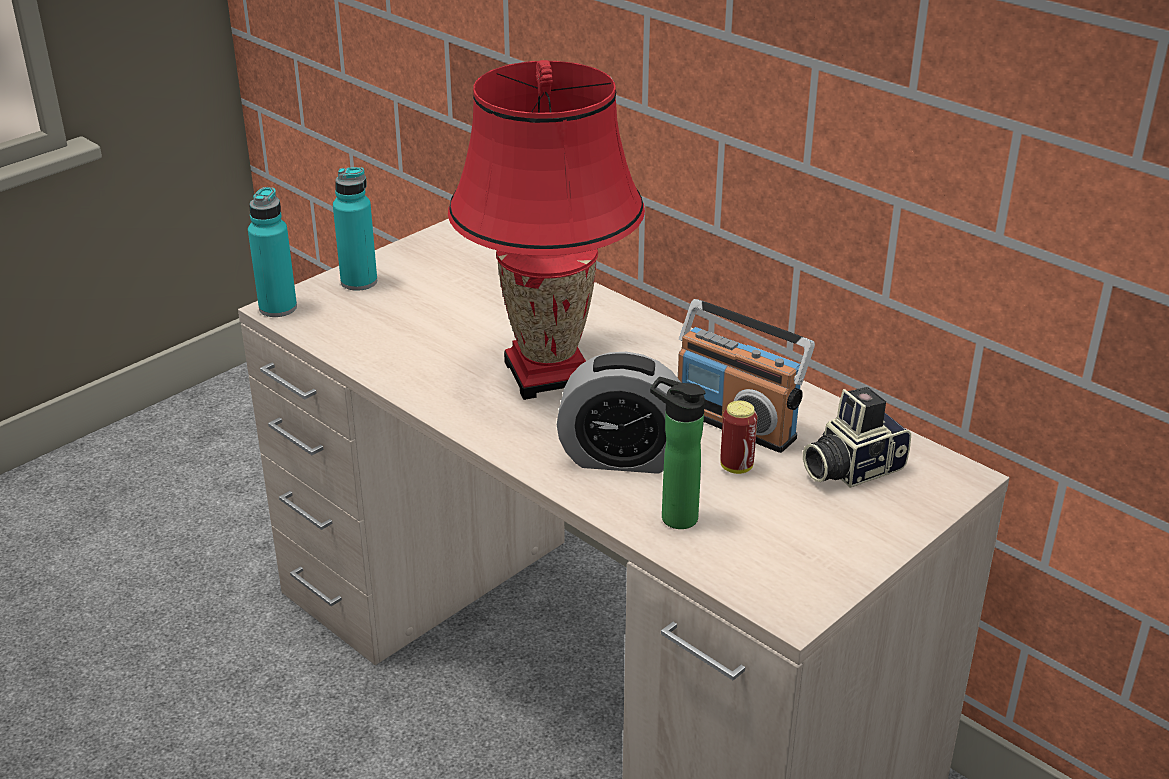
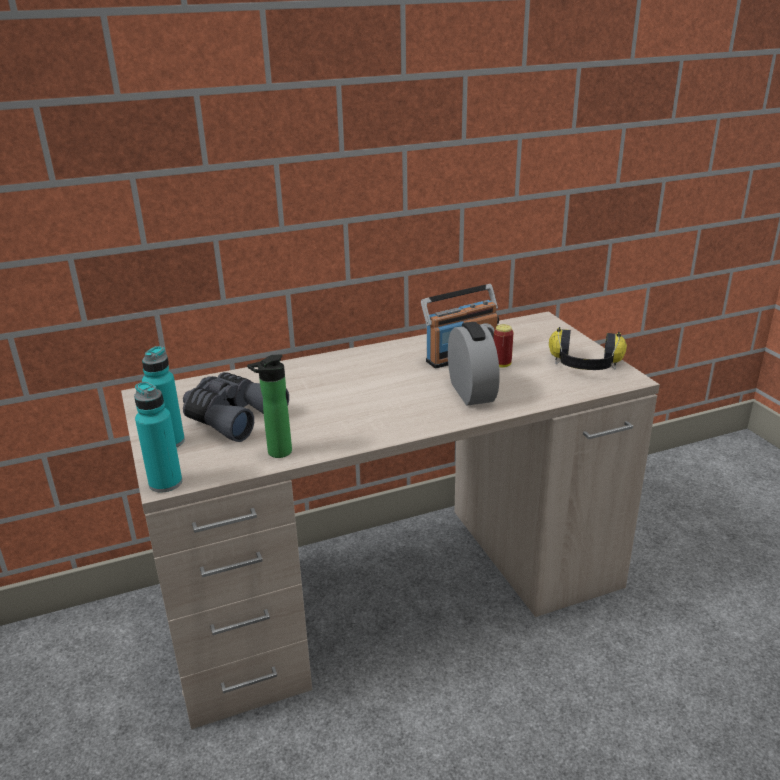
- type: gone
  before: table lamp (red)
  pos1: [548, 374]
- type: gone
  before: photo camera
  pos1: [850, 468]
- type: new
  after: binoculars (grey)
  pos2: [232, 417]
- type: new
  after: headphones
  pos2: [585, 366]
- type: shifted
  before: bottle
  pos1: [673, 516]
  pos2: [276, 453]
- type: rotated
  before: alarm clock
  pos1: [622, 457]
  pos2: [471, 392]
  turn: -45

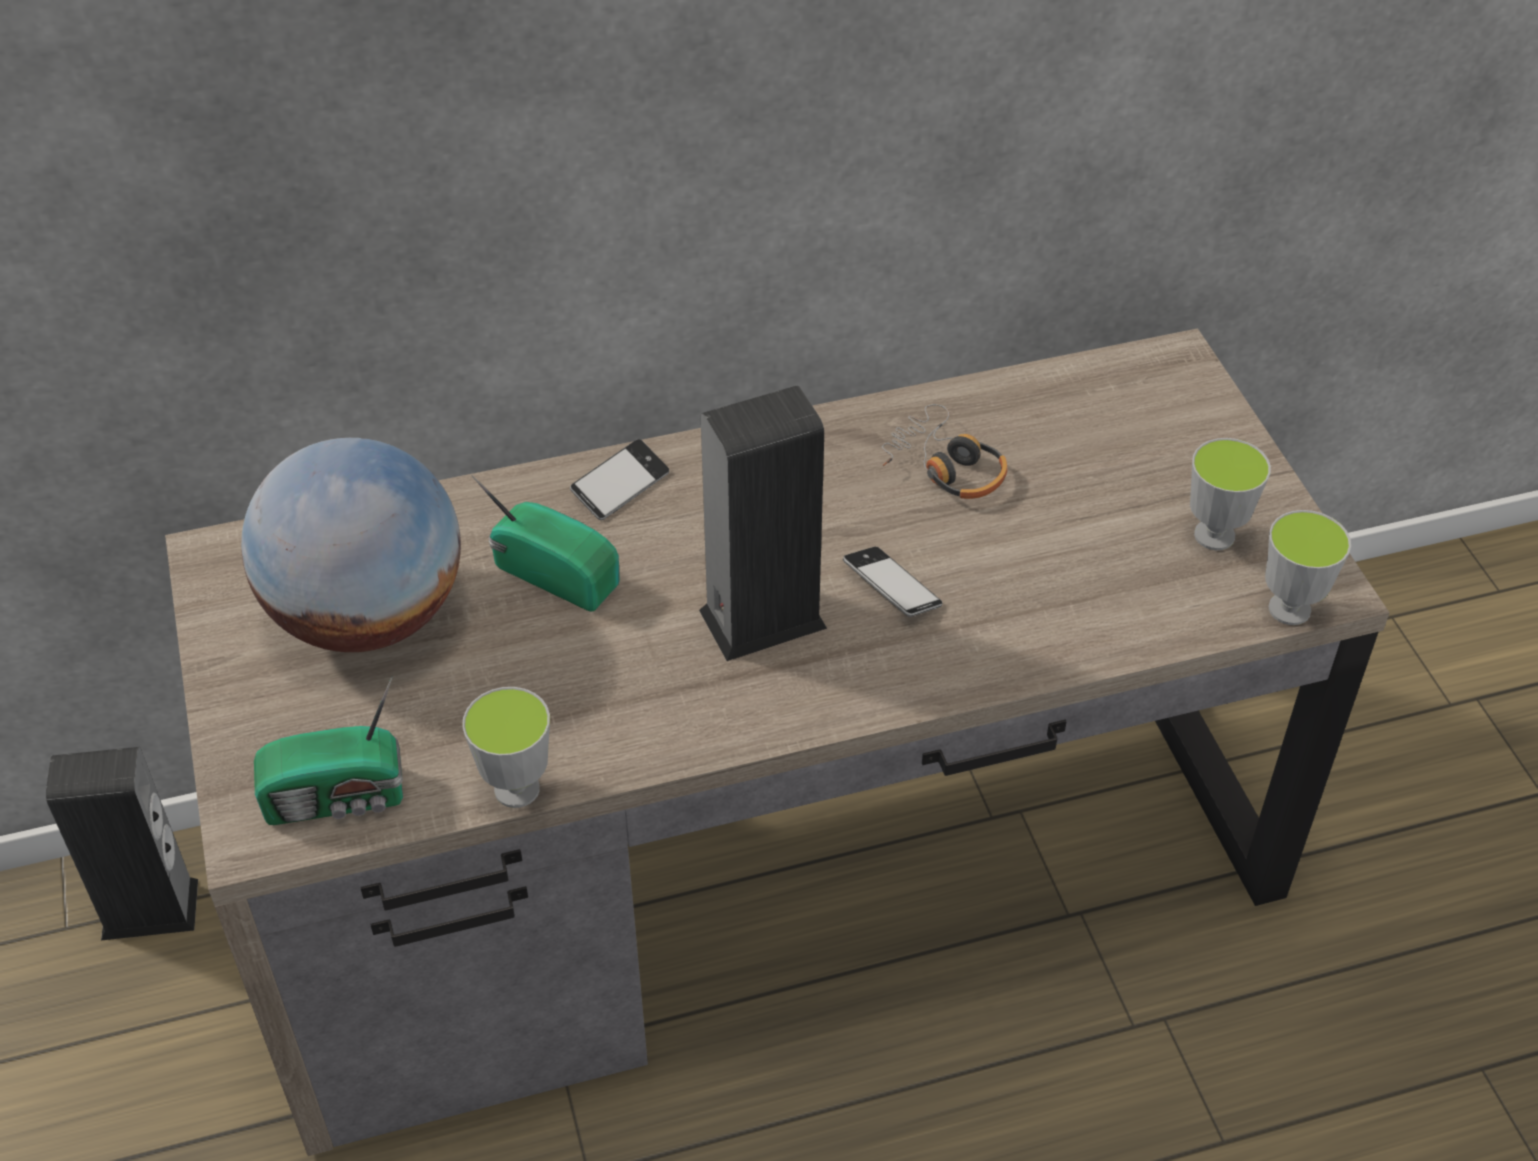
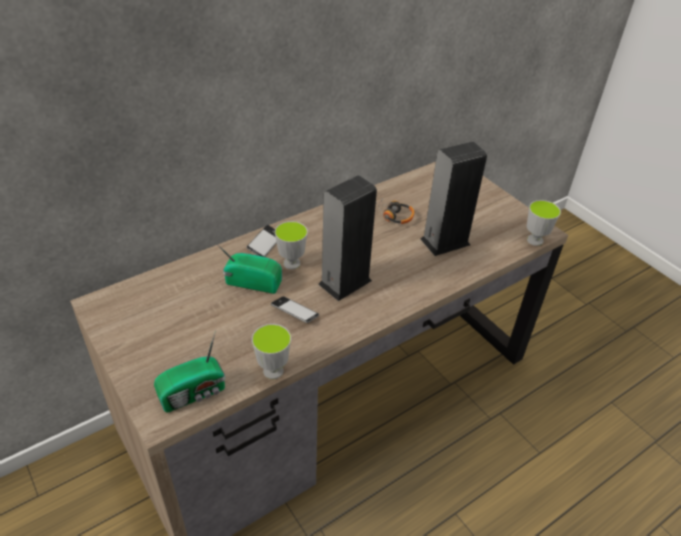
- type: gone
  before: globe
  pos1: [367, 616]
- type: shifted
  before: speaker
  pos1: [150, 909]
  pos2: [445, 242]
- type: shifted
  before: phone
  pos1: [891, 588]
  pos2: [294, 312]
- type: shifted
  before: cup
  pos1: [1214, 535]
  pos2: [291, 263]

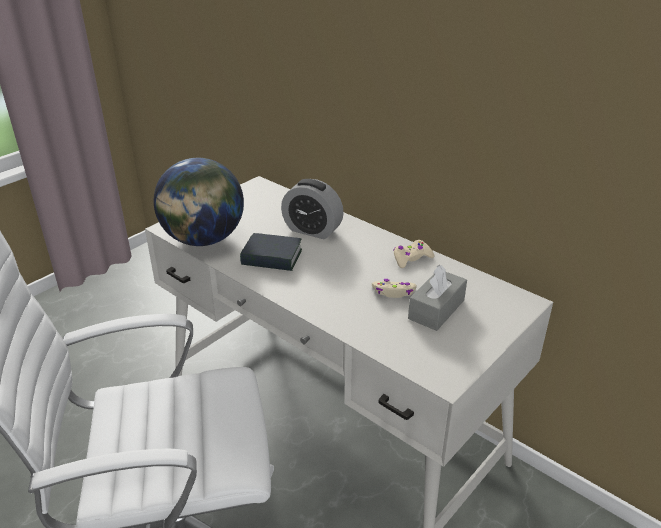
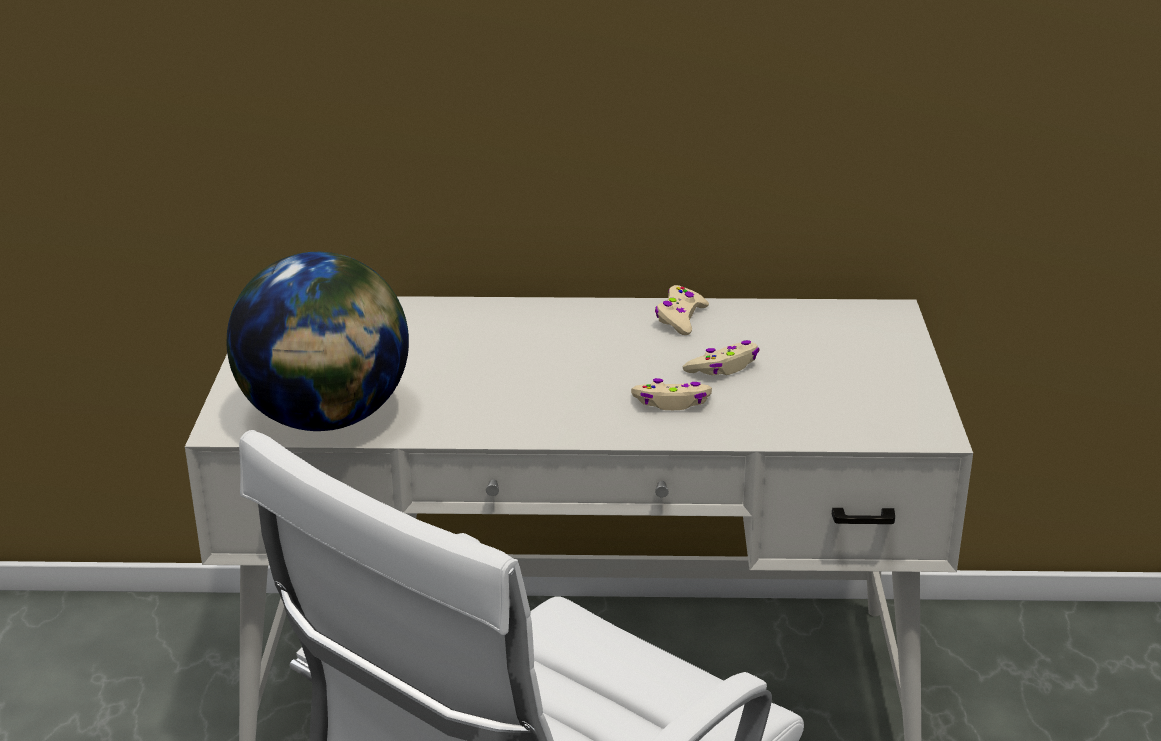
- type: gone
  before: book
  pos1: [272, 258]
- type: gone
  before: alarm clock
  pos1: [312, 230]
- type: gone
  before: tissue box (grey)
  pos1: [436, 309]
- type: new
  after: game controller (beige)
  pos2: [672, 403]

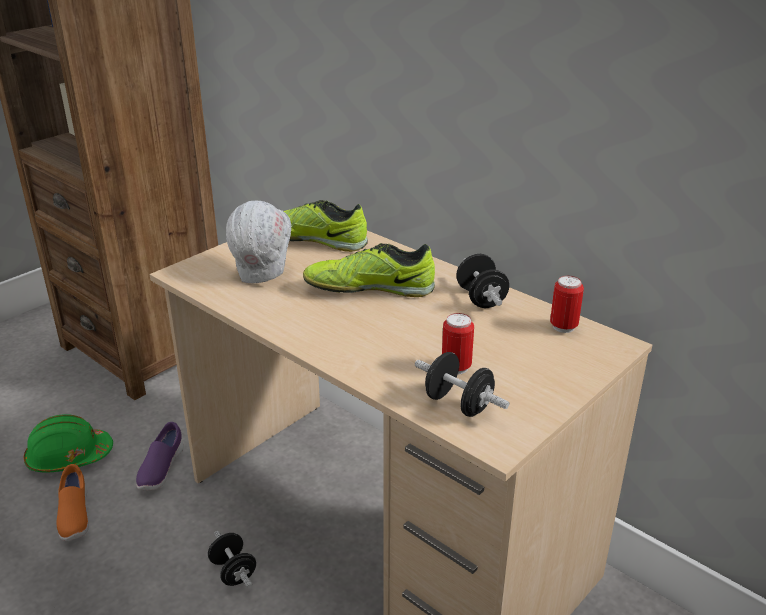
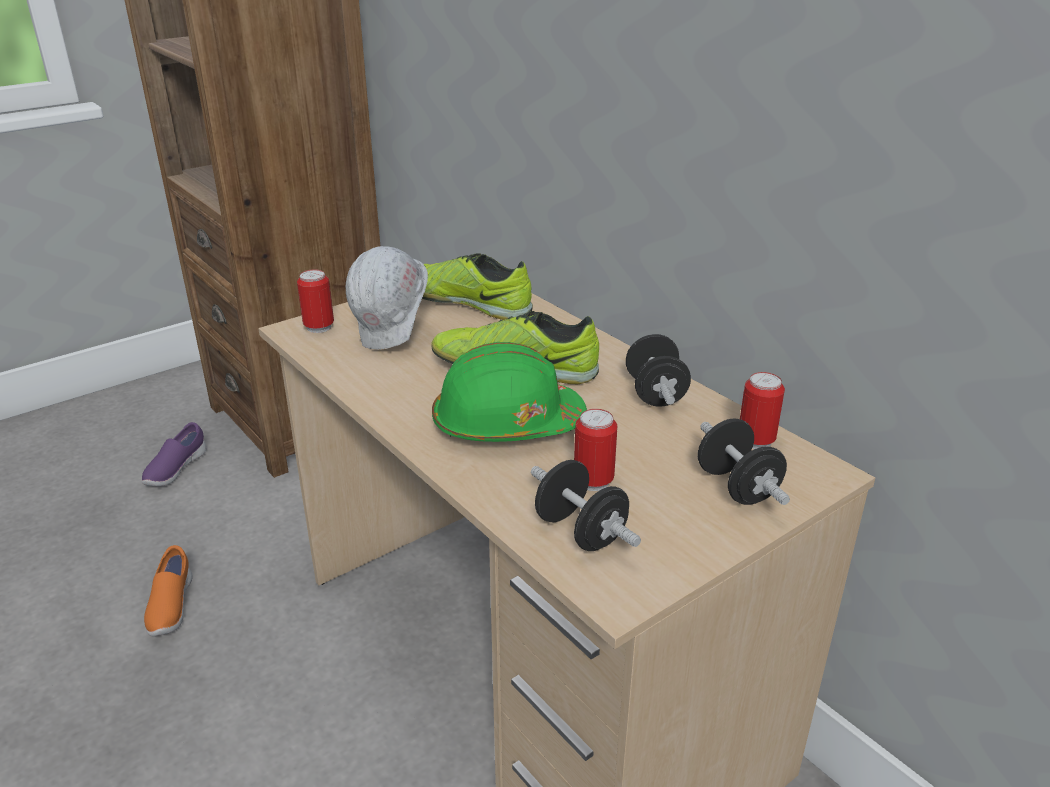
- type: new
  after: can
  pos2: [319, 327]
- type: shifted
  before: hard hat (green)
  pos1: [69, 457]
  pos2: [506, 424]
- type: shifted
  before: shoe (purple)
  pos1: [160, 470]
  pos2: [175, 470]
- type: shifted
  before: dumbbell (black)
  pos1: [233, 572]
  pos2: [737, 487]

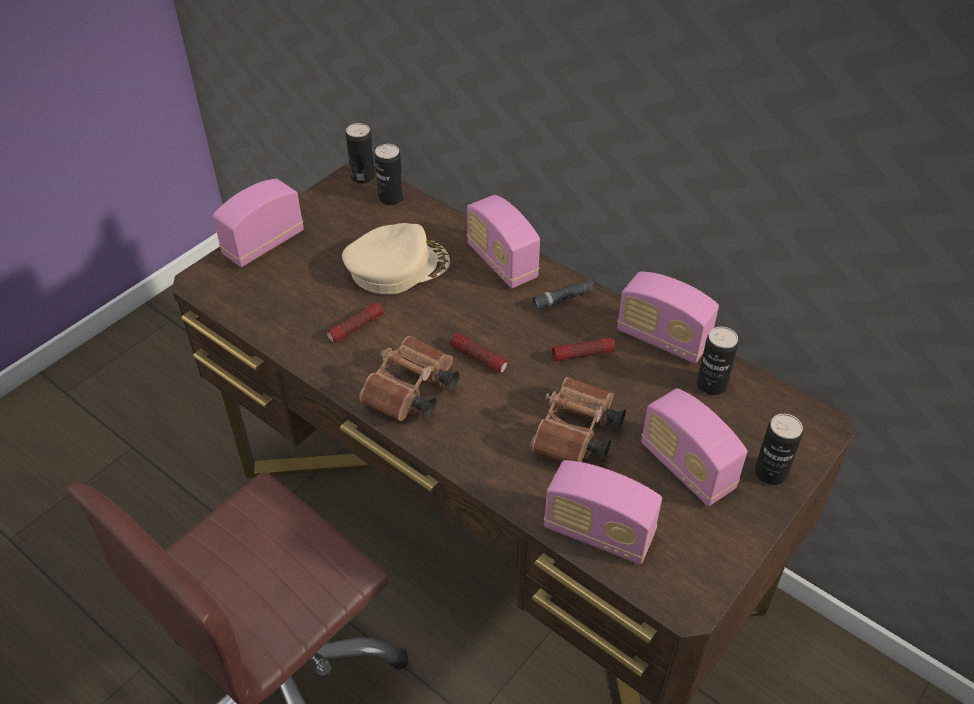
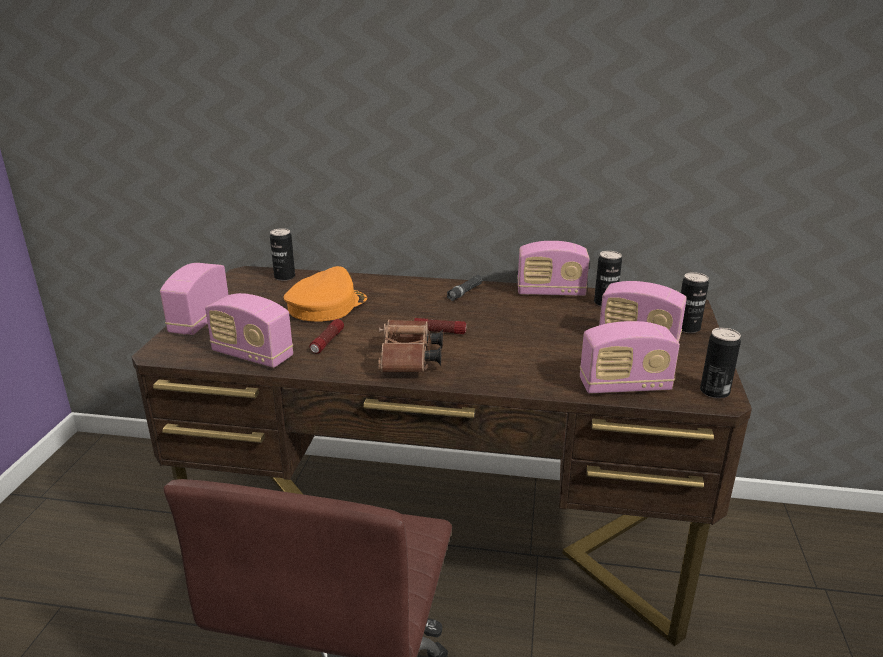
- type: gone
  before: binoculars (brown)
  pos1: [576, 436]
- type: gone
  before: flashlight
  pos1: [583, 354]
- type: shifted
  before: can
  pos1: [363, 177]
  pos2: [714, 392]
- type: shifted
  before: radio
  pos1: [502, 262]
  pos2: [252, 355]
- type: repainted
  before: cap (beige)
  after: cap (orange)
  pos1: [397, 266]
  pos2: [326, 306]

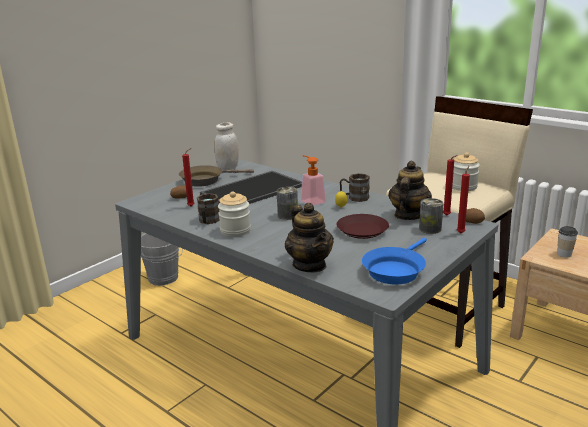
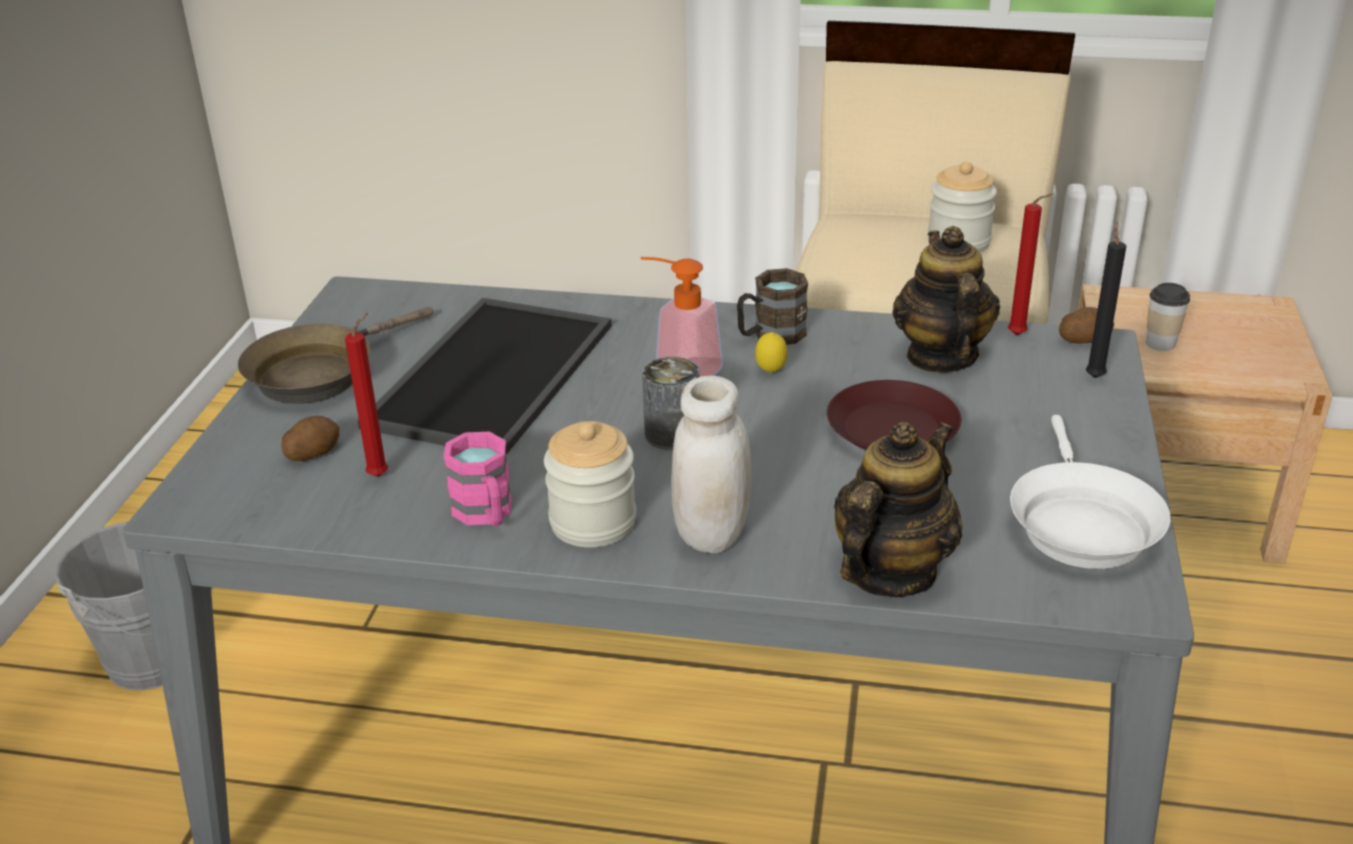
- type: gone
  before: can
  pos1: [430, 229]
- type: shifted
  before: jar (white)
  pos1: [228, 168]
  pos2: [711, 534]
- type: repainted
  before: mug (brown)
  after: mug (pink)
  pos1: [208, 221]
  pos2: [486, 514]
- type: repainted
  before: frying pan (blue)
  after: frying pan (white)
  pos1: [395, 270]
  pos2: [1080, 523]
- type: repainted
  before: candle (red)
  after: candle (black)
  pos1: [461, 233]
  pos2: [1094, 376]
- type: rotated
  before: teapot
  pos1: [310, 265]
  pos2: [890, 572]
  turn: -90

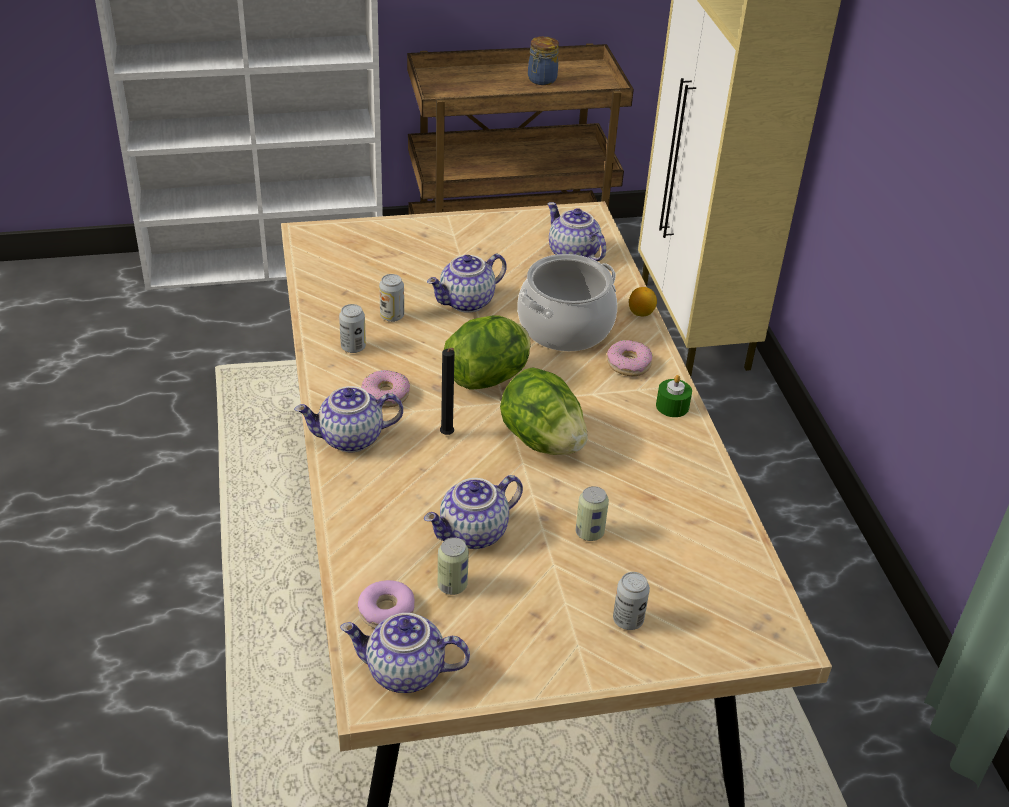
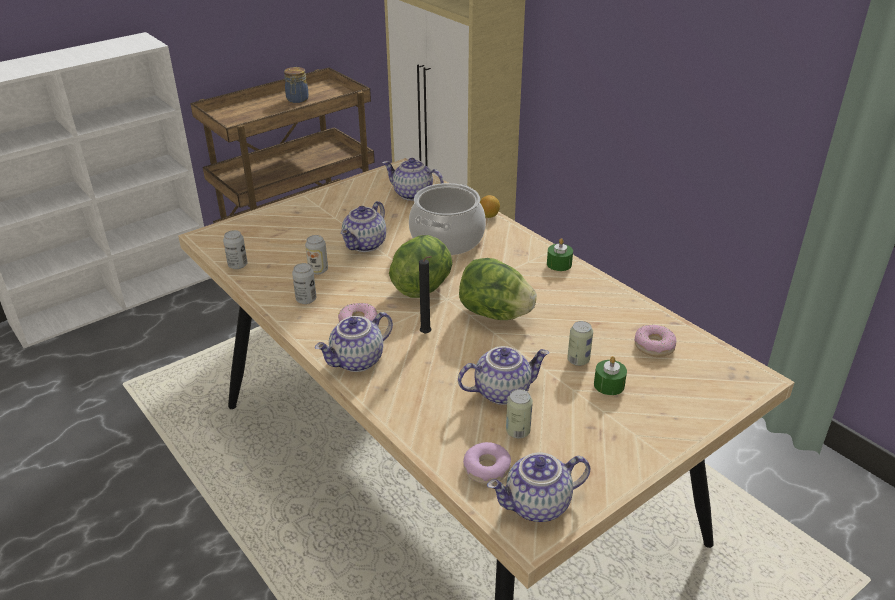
- type: new
  after: candle (green)
  pos2: [609, 385]
- type: shifted
  before: donut
  pos1: [629, 364]
  pos2: [654, 346]
- type: shifted
  before: can
  pos1: [628, 620]
  pos2: [238, 265]
- type: rotated
  before: teapot
  pos1: [473, 534]
  pos2: [502, 391]
  turn: -135

